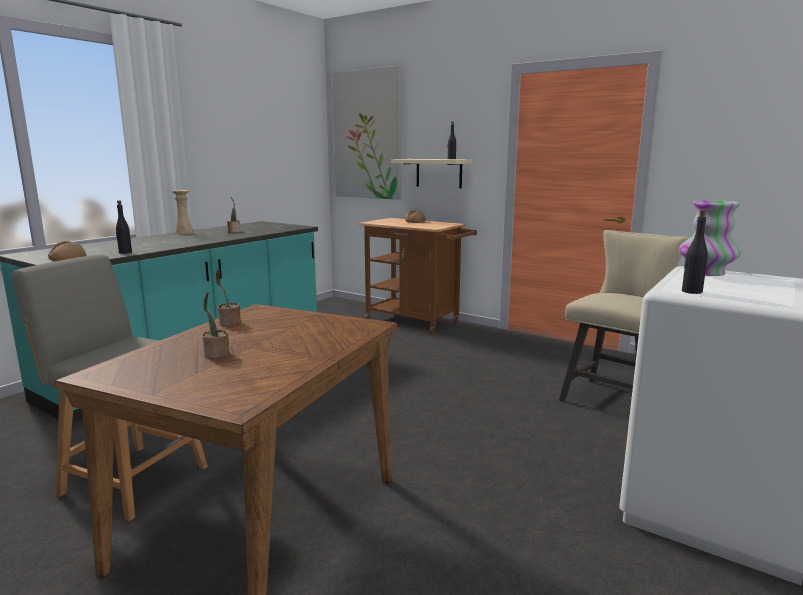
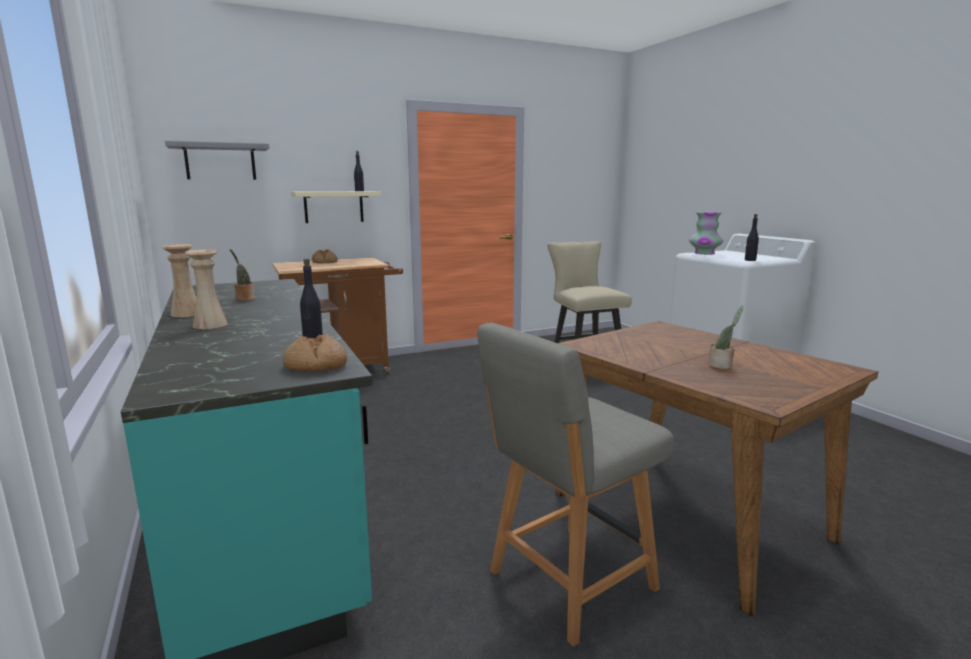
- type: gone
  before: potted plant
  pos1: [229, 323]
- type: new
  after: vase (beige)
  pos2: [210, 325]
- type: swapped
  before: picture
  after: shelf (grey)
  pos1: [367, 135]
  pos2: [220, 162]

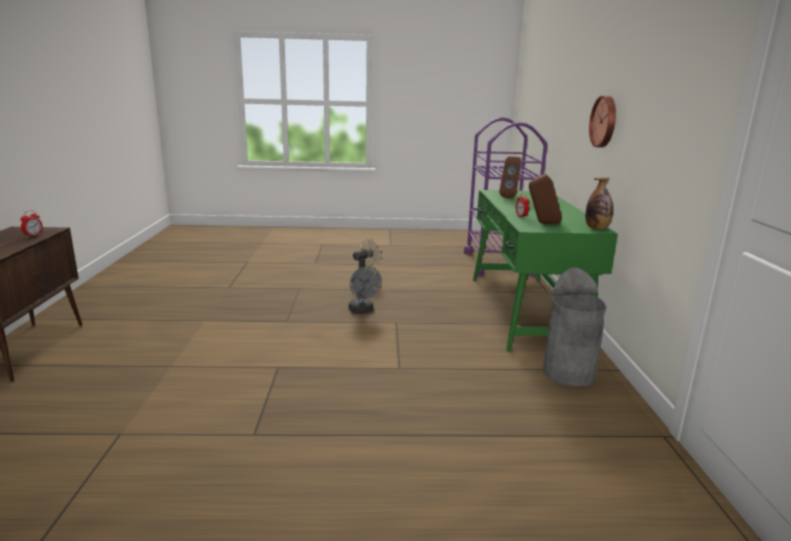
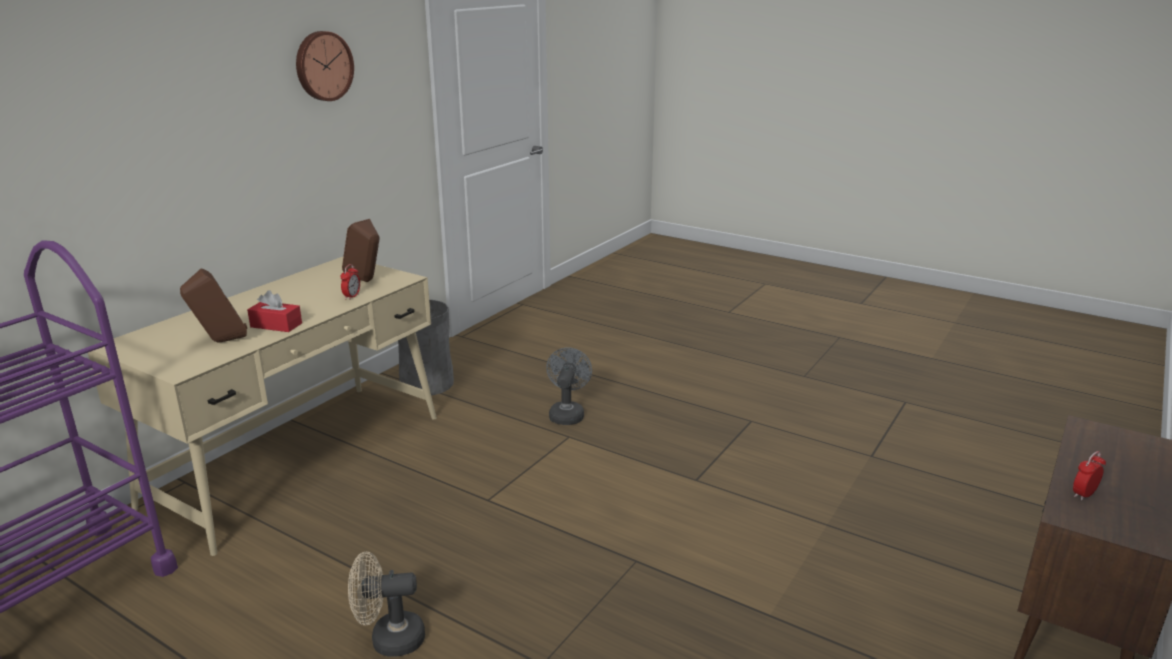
- type: gone
  before: bottle
  pos1: [597, 228]
- type: new
  after: tissue box (red)
  pos2: [276, 325]
- type: shifted
  before: fan (grey)
  pos1: [362, 310]
  pos2: [567, 414]
- type: shifted
  before: wall clock
  pos1: [605, 121]
  pos2: [323, 66]
- type: repainted
  before: desk (green)
  after: desk (beige)
  pos1: [525, 311]
  pos2: [299, 459]

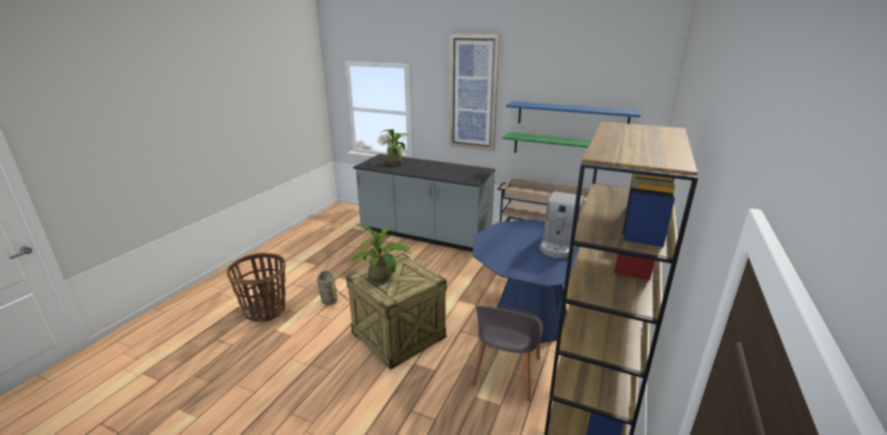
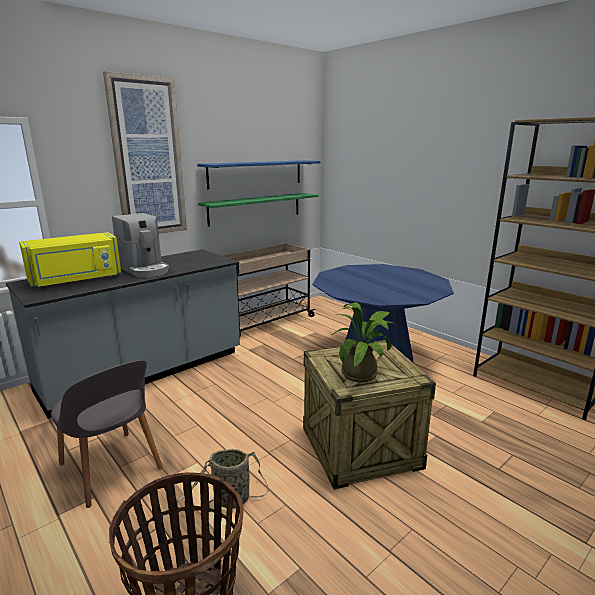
- type: shifted
  before: chair (grey)
  pos1: [506, 373]
  pos2: [111, 468]
- type: shifted
  before: coffee machine
  pos1: [559, 245]
  pos2: [145, 269]
- type: swapped
  before: potted plant
  after: microwave (yellow)
  pos1: [395, 162]
  pos2: [76, 280]

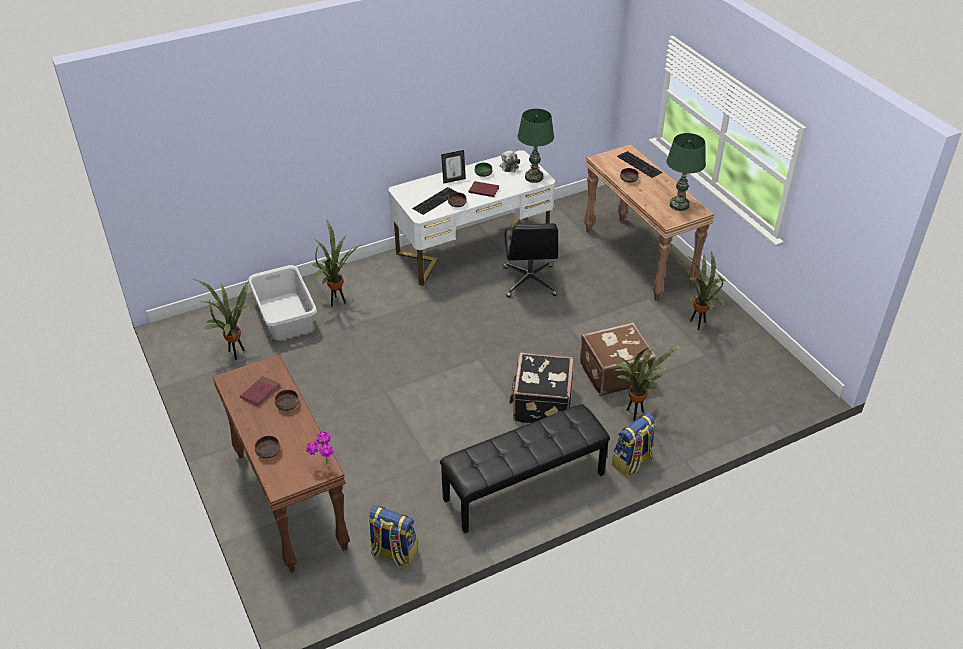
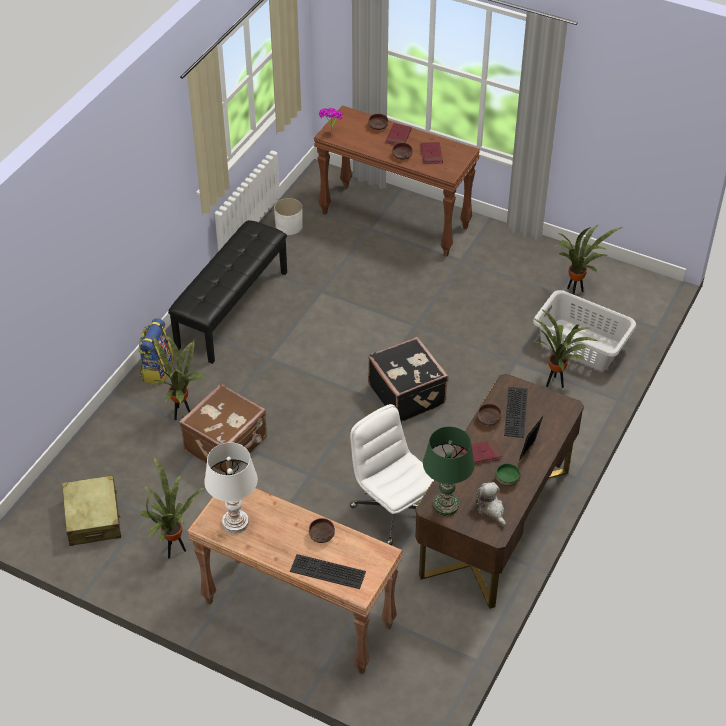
- type: new
  after: suitcase (beige)
  pos2: [93, 518]
- type: new
  after: book (red)
  pos2: [398, 136]
- type: shifted
  before: suitcase (black)
  pos1: [540, 405]
  pos2: [407, 394]
- type: swapped
  before: backpack
  after: planter (white)
  pos1: [393, 553]
  pos2: [289, 226]
- type: repainted
  before: desk (white)
  after: desk (brown)
  pos1: [472, 249]
  pos2: [495, 522]
- type: repainted
  before: office chair (black)
  after: office chair (white)
  pos1: [530, 282]
  pos2: [393, 510]
- type: repainted
  before: table lamp (green)
  after: table lamp (white)
  pos1: [679, 205]
  pos2: [235, 523]

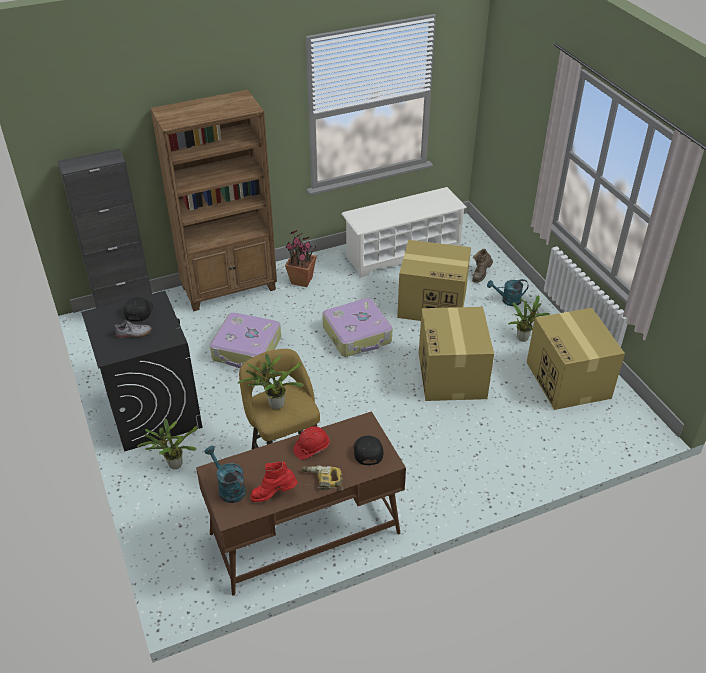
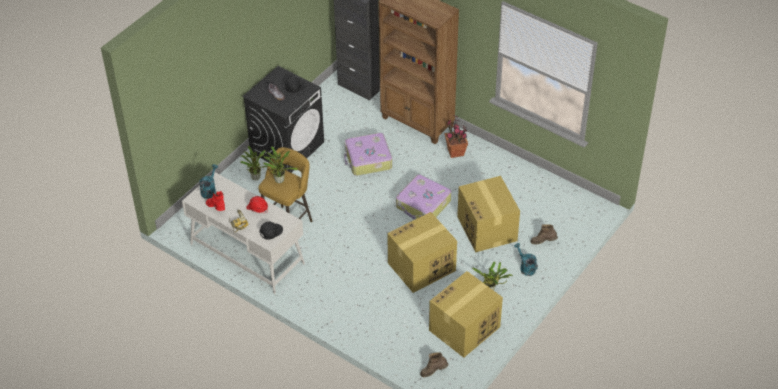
- type: gone
  before: shoe rack (white)
  pos1: [402, 253]
- type: new
  after: boot (brown)
  pos2: [433, 371]
- type: repainted
  before: desk (brown)
  after: desk (white)
  pos1: [304, 533]
  pos2: [247, 253]

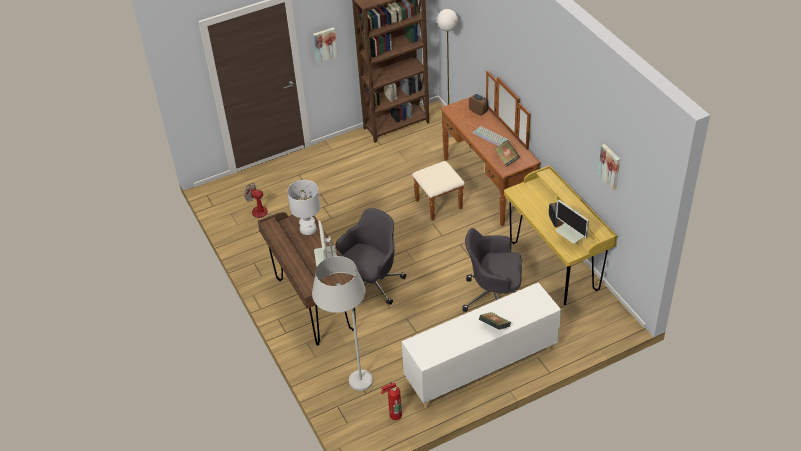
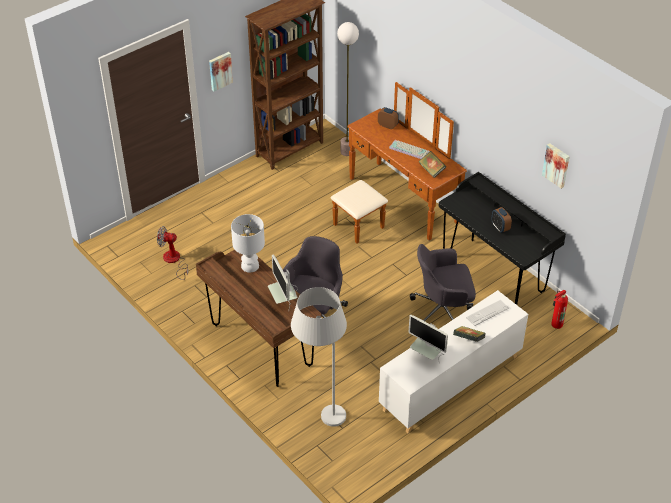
- type: new
  after: keyboard
  pos2: [487, 313]
- type: shifted
  before: fire extinguisher
  pos1: [394, 414]
  pos2: [555, 324]
- type: shifted
  before: monitor
  pos1: [571, 241]
  pos2: [427, 356]
- type: repainted
  before: desk (yellow)
  after: desk (black)
  pos1: [554, 266]
  pos2: [493, 274]

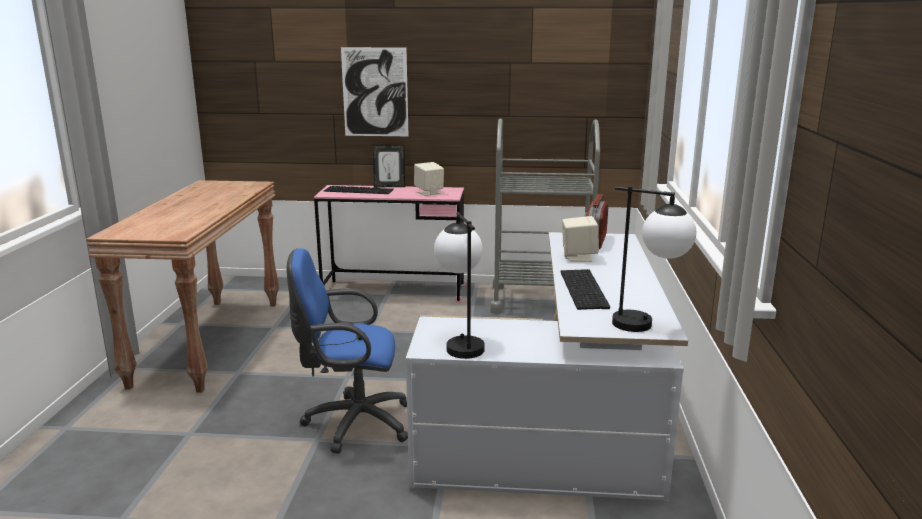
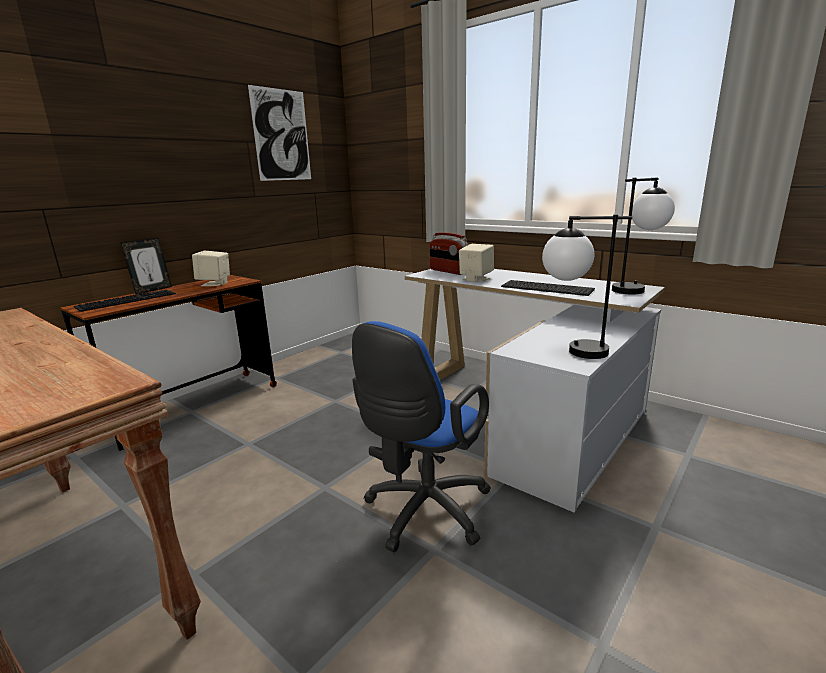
- type: gone
  before: cart (grey)
  pos1: [540, 300]
- type: shifted
  before: picture
  pos1: [375, 92]
  pos2: [281, 135]
- type: repainted
  before: desk (pink)
  after: desk (brown)
  pos1: [394, 291]
  pos2: [193, 406]

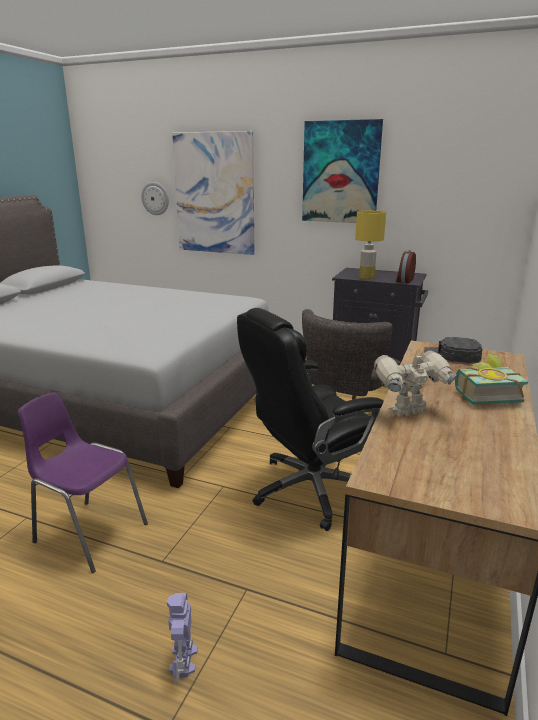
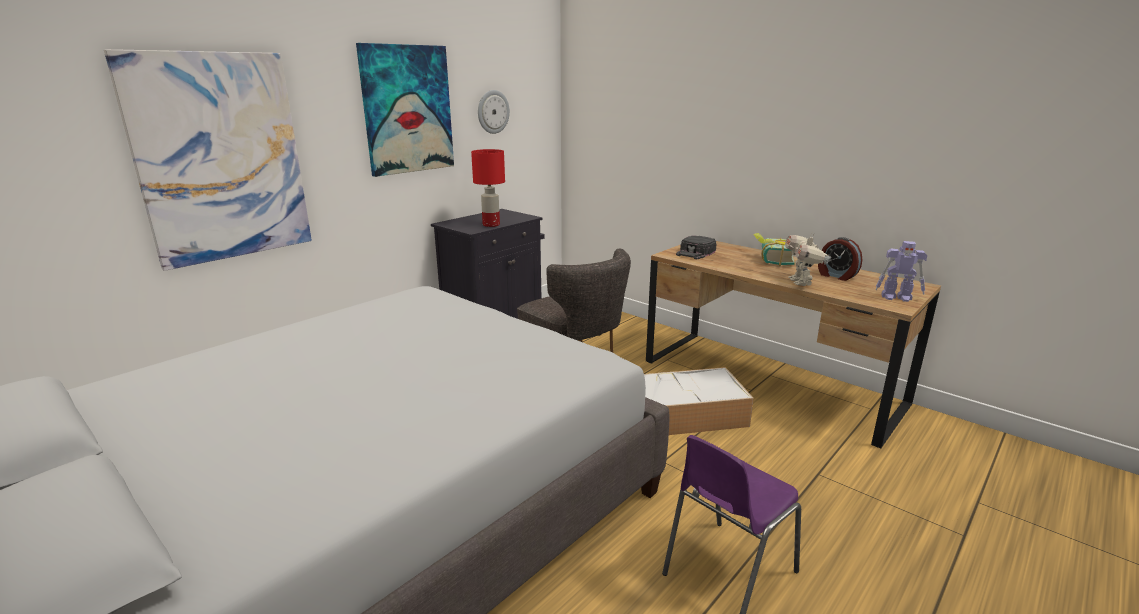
- type: shifted
  before: wall clock
  pos1: [155, 198]
  pos2: [492, 112]
- type: shifted
  before: toy robot
  pos1: [183, 661]
  pos2: [897, 297]
- type: shifted
  before: alarm clock
  pos1: [404, 280]
  pos2: [836, 276]
- type: swapped
  before: office chair (black)
  after: storage box
  pos1: [309, 489]
  pos2: [685, 414]
- type: repainted
  before: table lamp (yellow)
  after: table lamp (red)
  pos1: [367, 278]
  pos2: [491, 225]

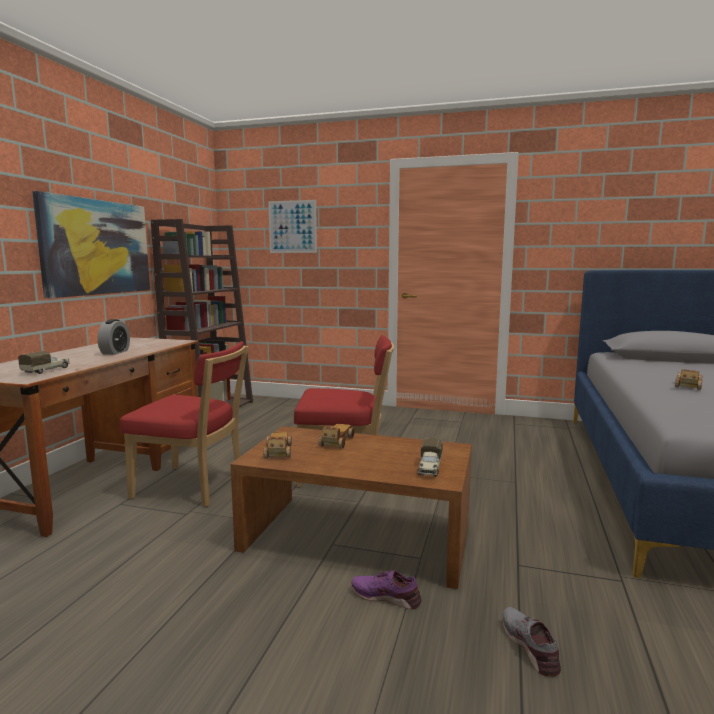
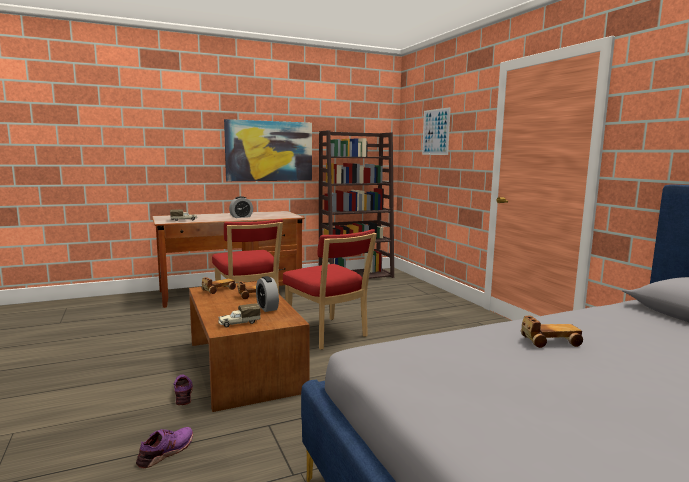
- type: new
  after: alarm clock
  pos2: [267, 307]
- type: repainted
  before: shoe (grey)
  after: shoe (purple)
  pos1: [530, 646]
  pos2: [166, 452]

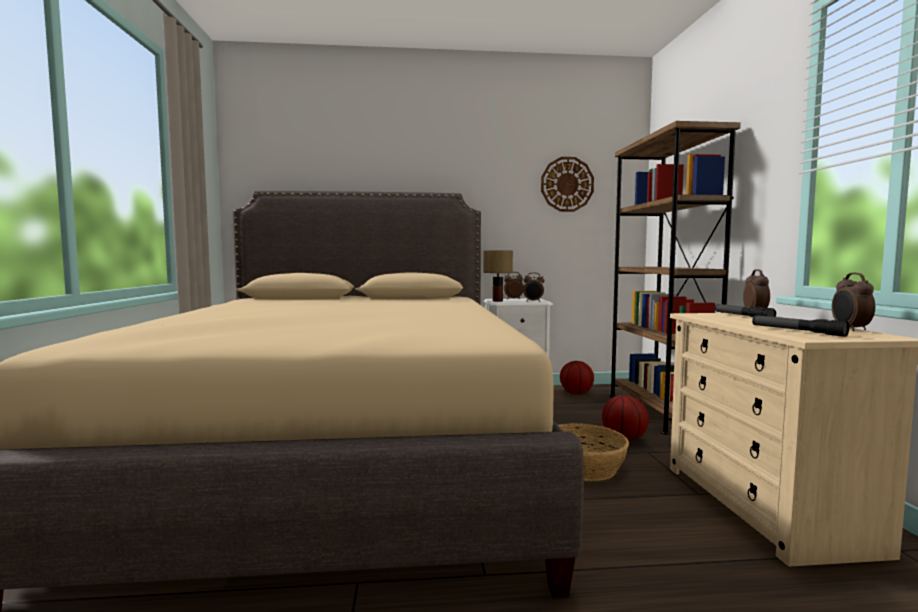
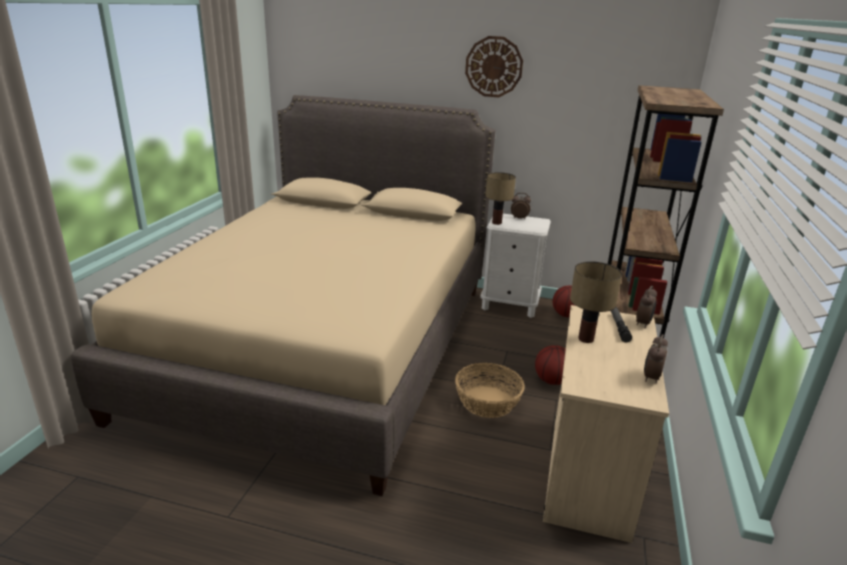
- type: gone
  before: alarm clock
  pos1: [533, 301]
- type: gone
  before: flashlight
  pos1: [796, 331]
- type: new
  after: table lamp
  pos2: [586, 338]
- type: shifted
  before: wall clock
  pos1: [567, 184]
  pos2: [493, 67]

